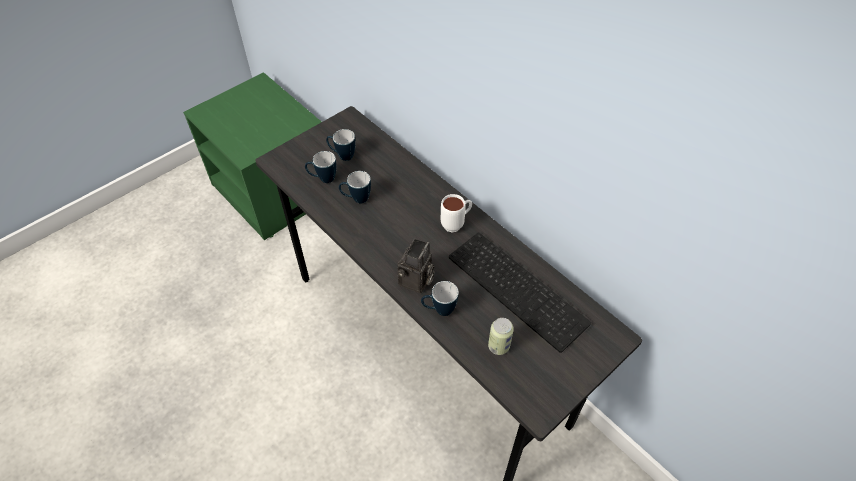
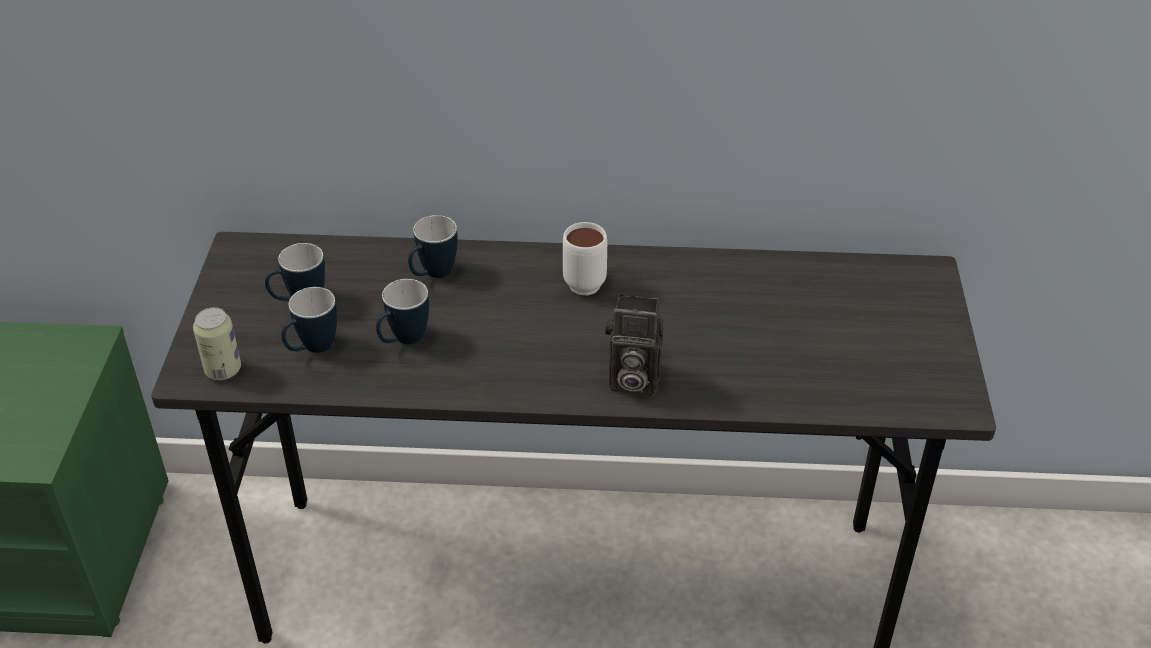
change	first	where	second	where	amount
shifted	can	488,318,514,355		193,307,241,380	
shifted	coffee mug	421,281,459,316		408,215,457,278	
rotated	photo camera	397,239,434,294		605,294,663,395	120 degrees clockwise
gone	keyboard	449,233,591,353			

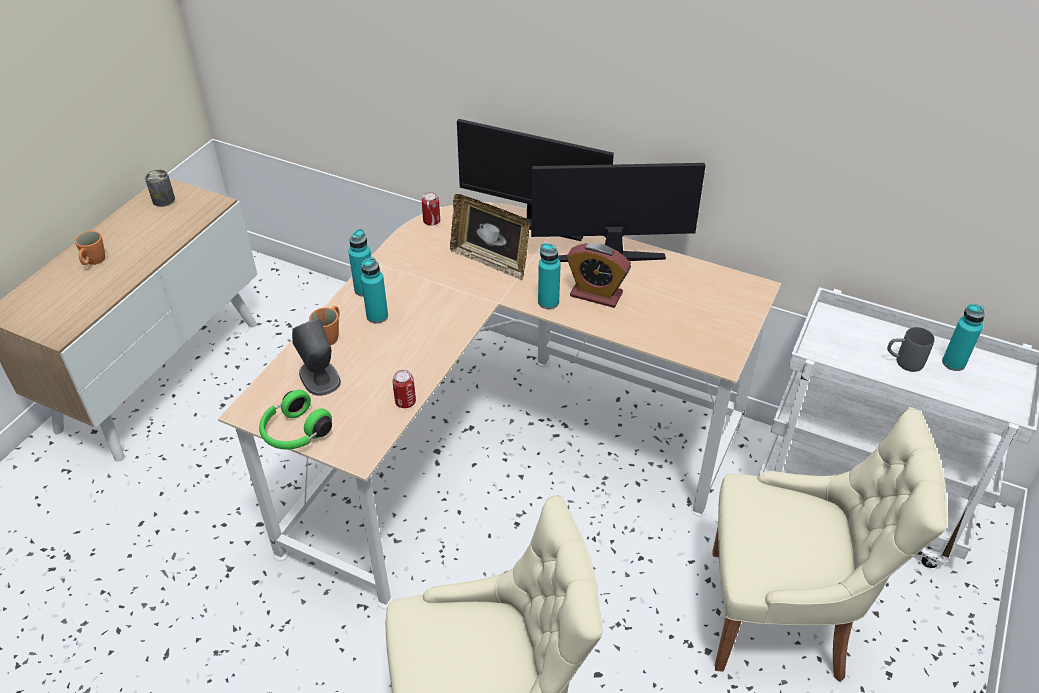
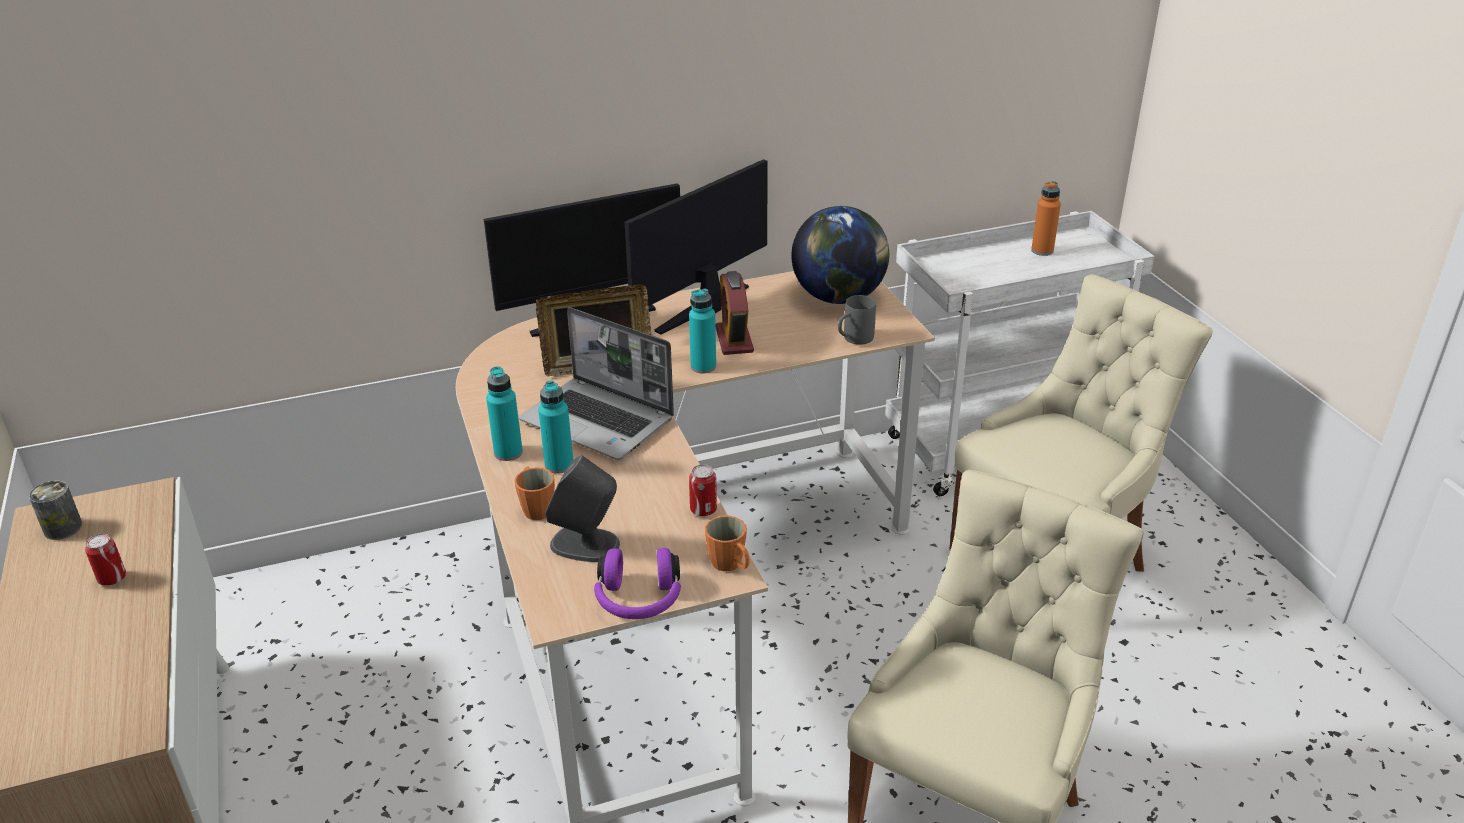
change	first	where	second	where	amount
shifted	can	422,192,440,226		85,534,126,586	
new			portable computer	519,307,674,460	
repainted	greenish pair of headphones	259,390,332,449	purplish pair of headphones	594,548,681,619	
shifted	orangey coffee mug	75,231,105,265		705,516,750,571	
rotated	table clock	567,243,631,308		715,271,754,355	105 degrees clockwise
new			desk globe	791,206,889,304	
shifted	greyish coffee mug	887,327,935,372		838,295,876,345	
repainted	turquoise beverage bottle	942,304,985,371	orangey beverage bottle	1031,181,1061,256	

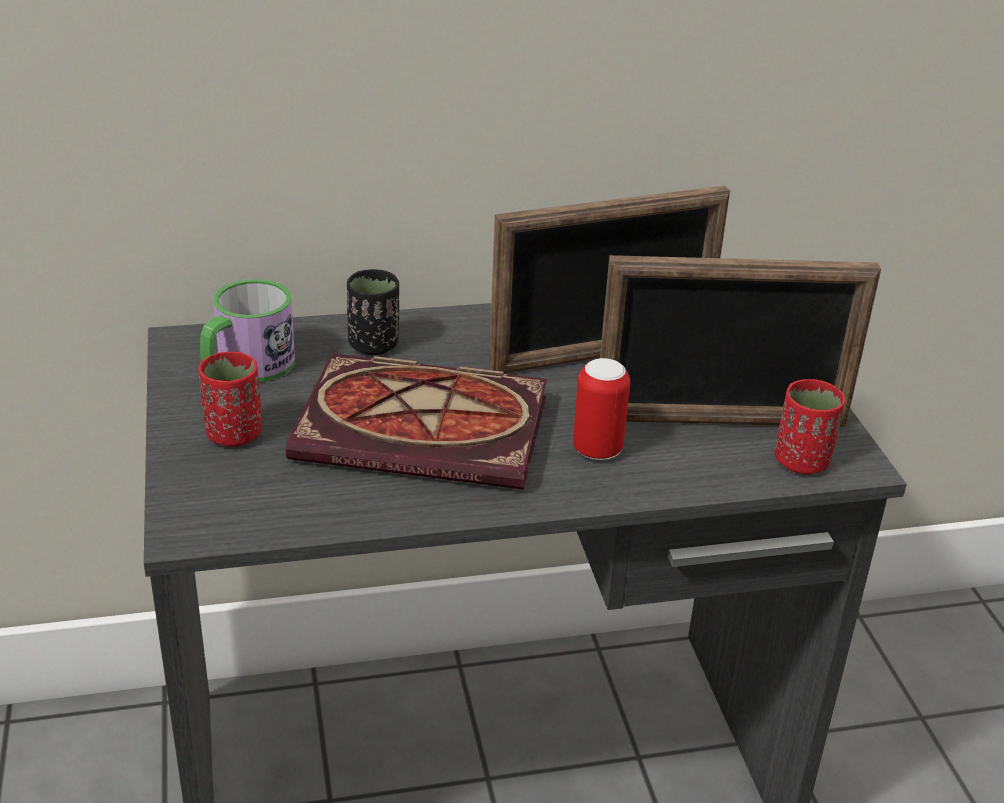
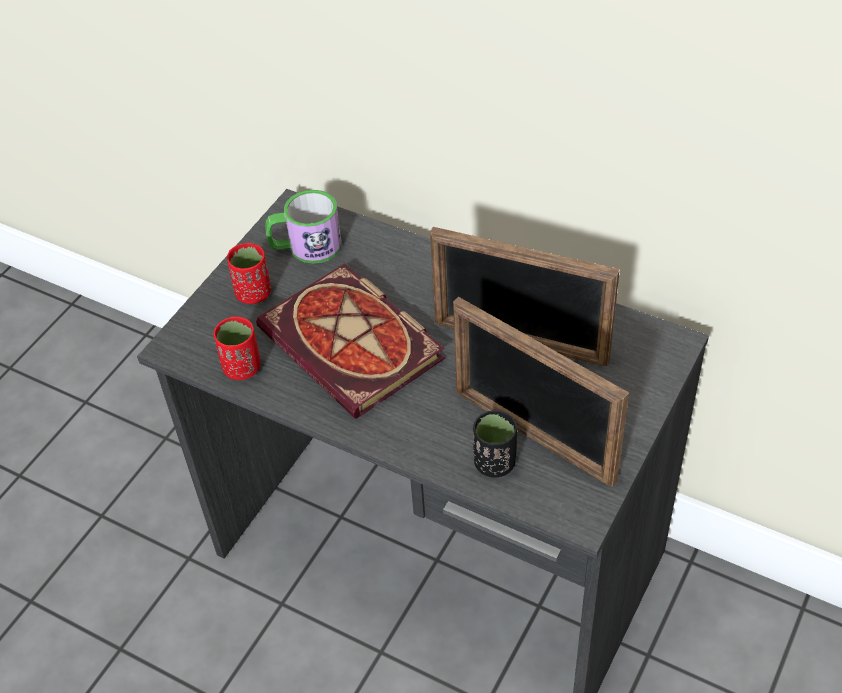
change	first	where	second	where	amount
shifted	red cup	774,378,845,474		213,316,261,380	
shifted	black cup	347,269,399,355		473,410,517,478	
gone	can	573,358,630,460			

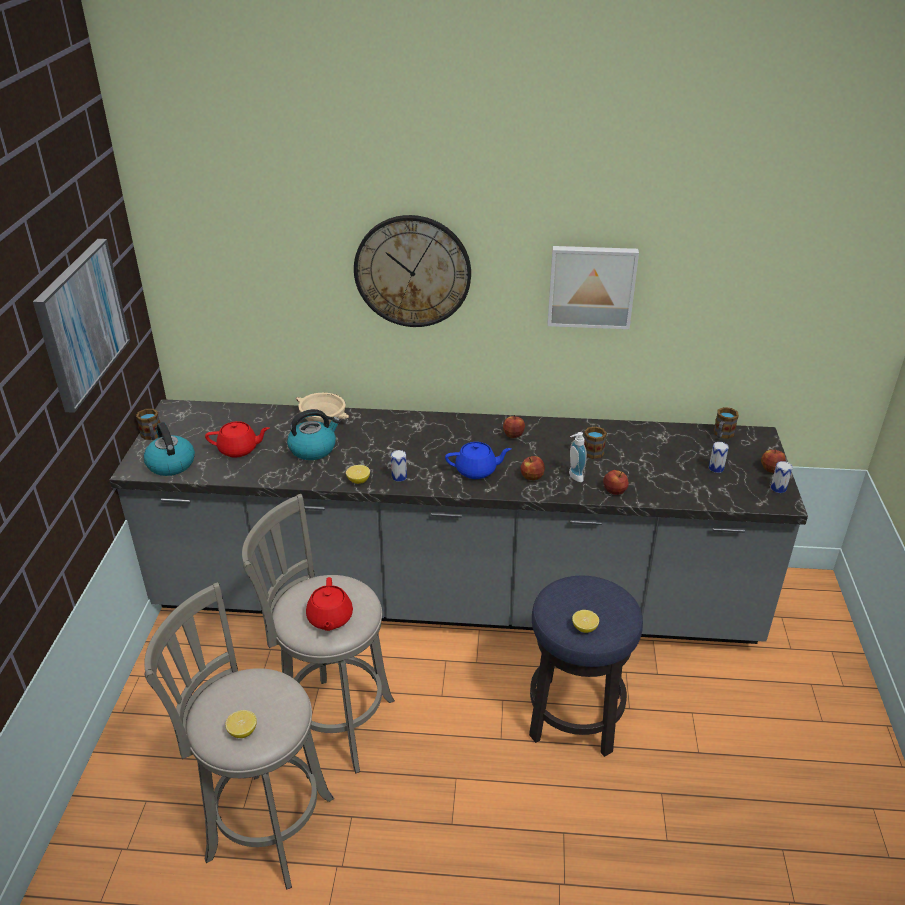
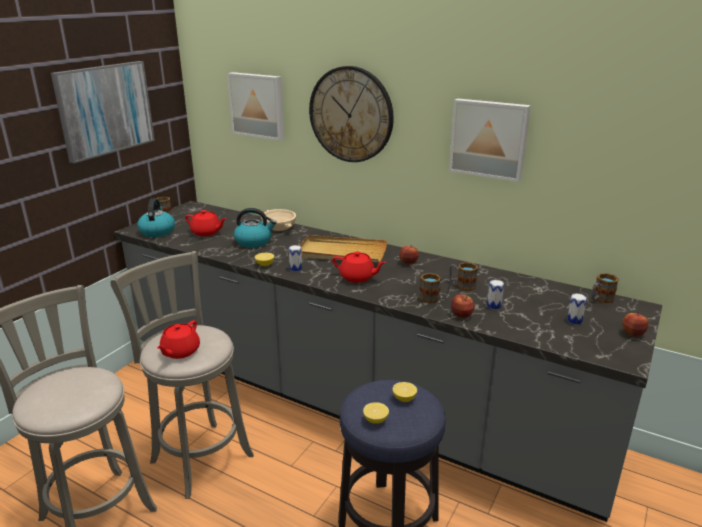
change	first	where	second	where	amount
new			wall art	227,72,284,140	
new			beige carrying tray	300,235,387,262	
repainted	blue-coloured tea pot	445,442,511,479	red tea pot	332,251,386,283	
shifted	citrus fruit	225,710,257,738		392,382,417,402	
swapped	liquid soap bottle	569,432,587,482	coffee mug	419,273,450,303	
shifted	can	771,461,793,493		487,280,504,310	
gone	whole apple	520,456,545,480			

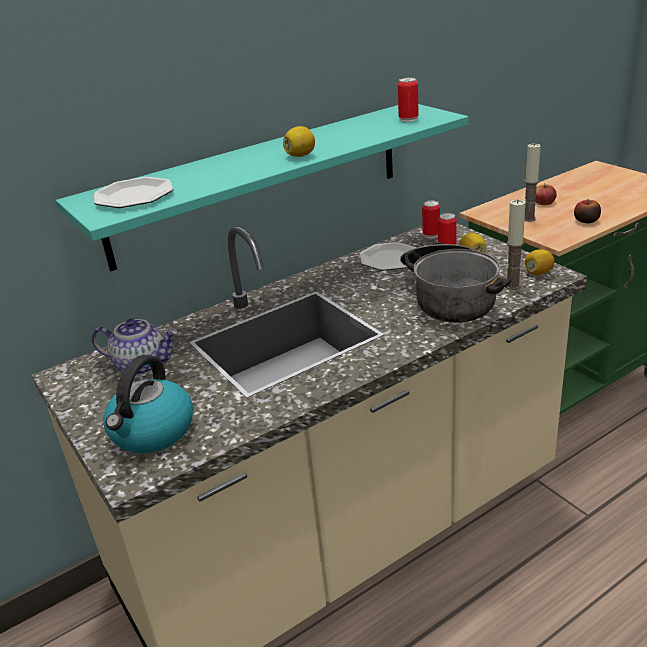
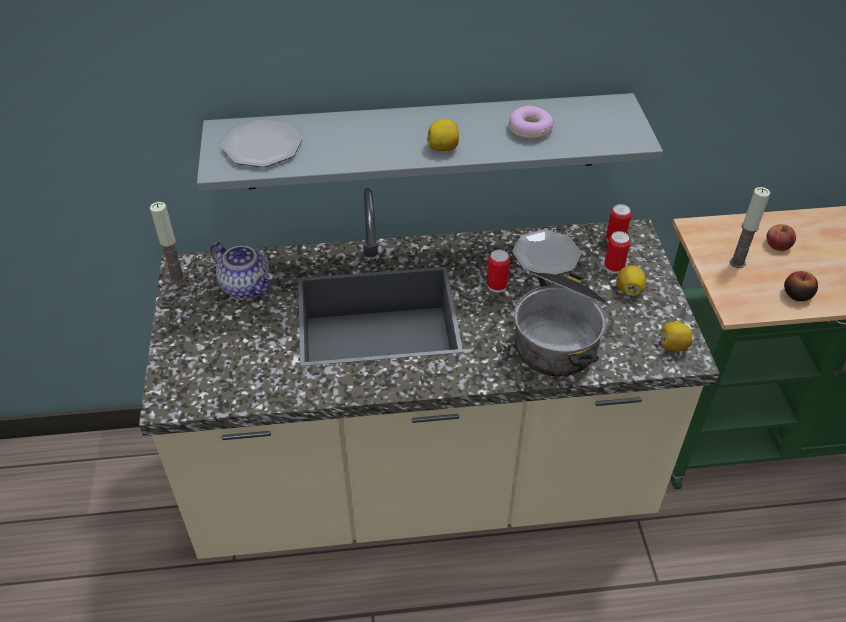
change	first	where	second	where	amount
shifted	wax light	506,199,526,290		150,202,186,284	
repainted	turquoise bracket shelf	56,104,469,271	greyish bracket shelf	197,93,663,191	
shifted	can	398,77,419,122		487,250,510,292	
new			doughnut	509,106,554,139	
gone	tea kettle	103,355,193,453			

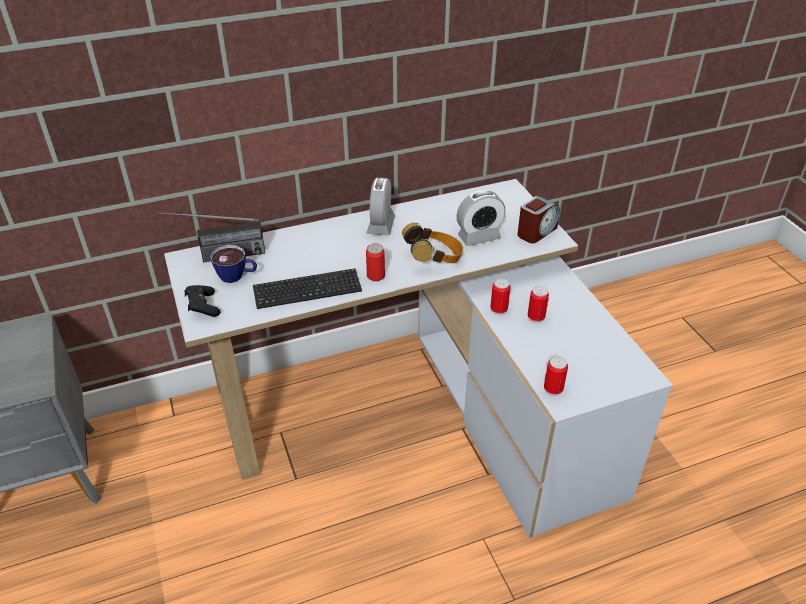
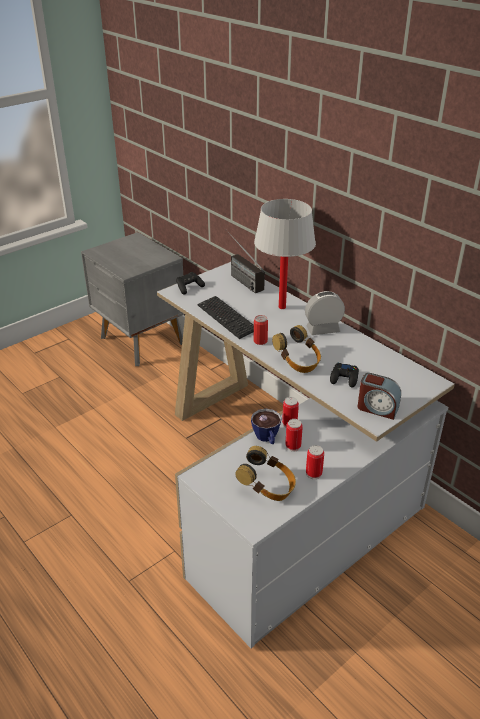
change	first	where	second	where	amount
new			pair of headphones	235,446,296,501	
shifted	cup	210,245,257,283		251,409,282,444	
new			whitish table lamp	254,199,316,309	
shifted	can	544,356,568,396		306,445,324,479	
swapped	table clock	456,190,505,246	black gamepad	330,363,359,388	

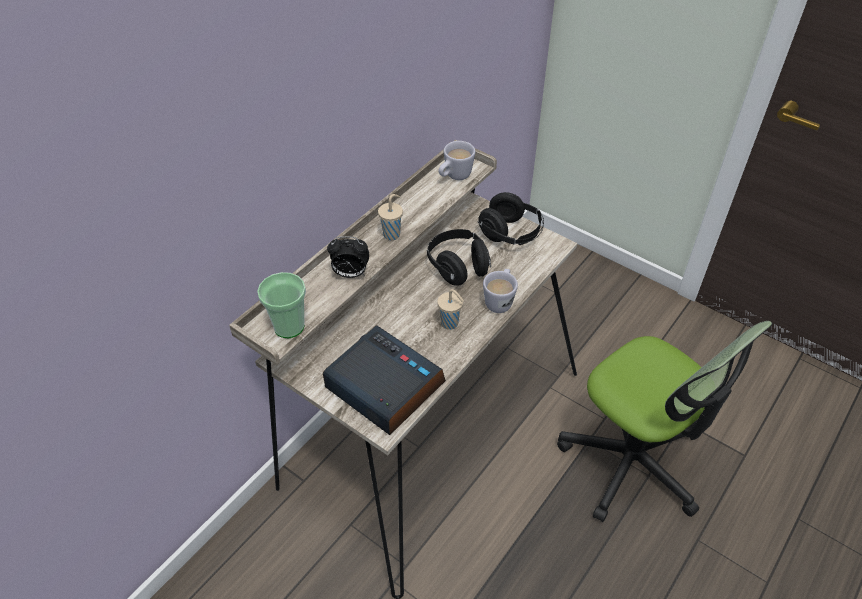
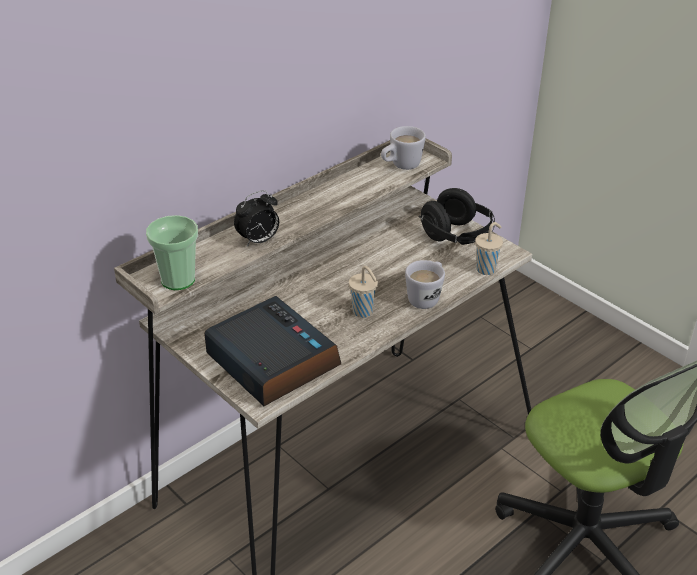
change	first	where	second	where	amount
rotated	table clock	327,236,369,278		234,190,279,246	45 degrees counterclockwise
shifted	beige cup	378,194,403,240		475,222,503,275	
gone	black pair of headphones	427,229,491,286			

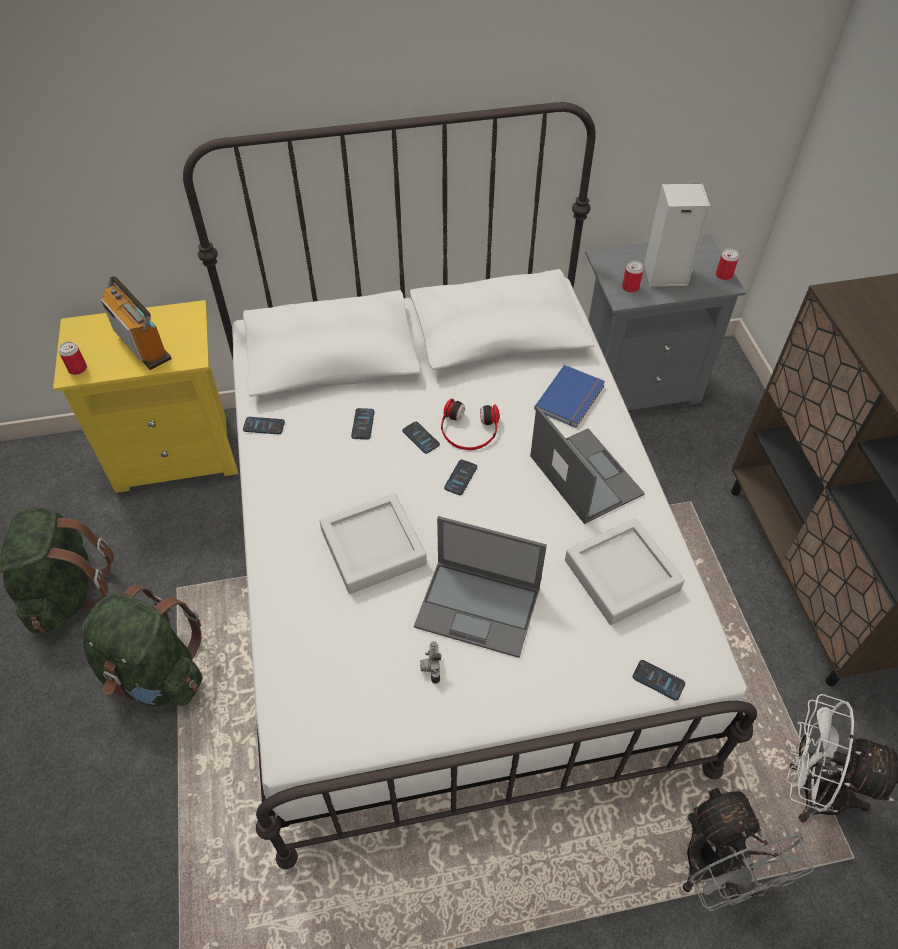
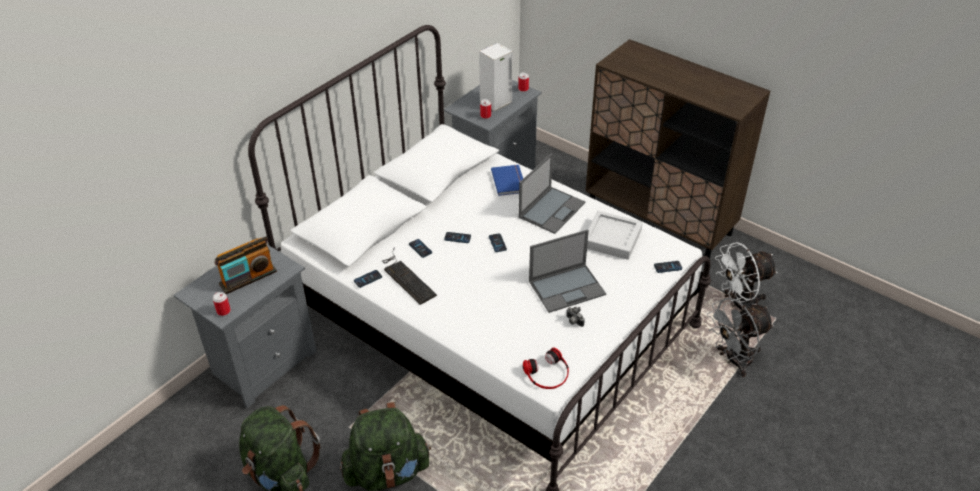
change	first	where	second	where	amount
repainted	yellow nightstand	53,300,238,493	greyish nightstand	174,238,316,408	
rotated	radio receiver	101,276,172,370		215,237,277,294	135 degrees clockwise
new			keyboard	382,247,437,305	
rotated	portable computer	530,406,645,524		519,153,586,234	105 degrees clockwise
shifted	pair of headphones	441,399,500,450		523,348,569,389	
rotated	greyish cooling fan	683,788,813,911		707,298,774,377	120 degrees clockwise
gone	greyish carrying tray	320,493,427,594			

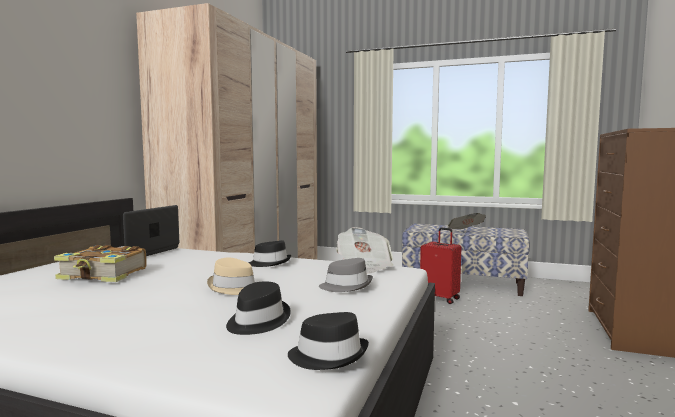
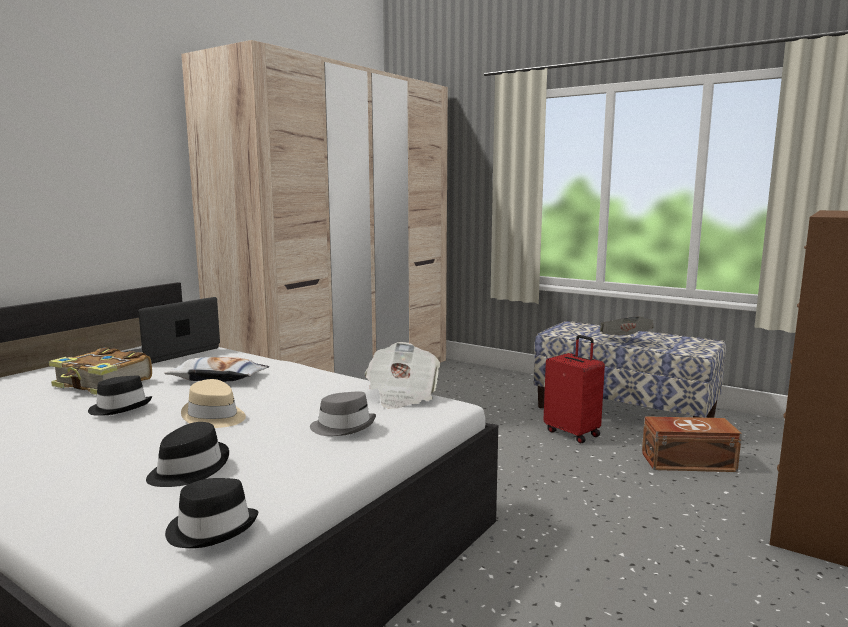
change	first	where	second	where	amount
shifted	black clothing hat	248,240,291,267		88,375,152,416	
new			throw pillow	164,357,269,382	
new			brown storage box	642,416,742,472	

